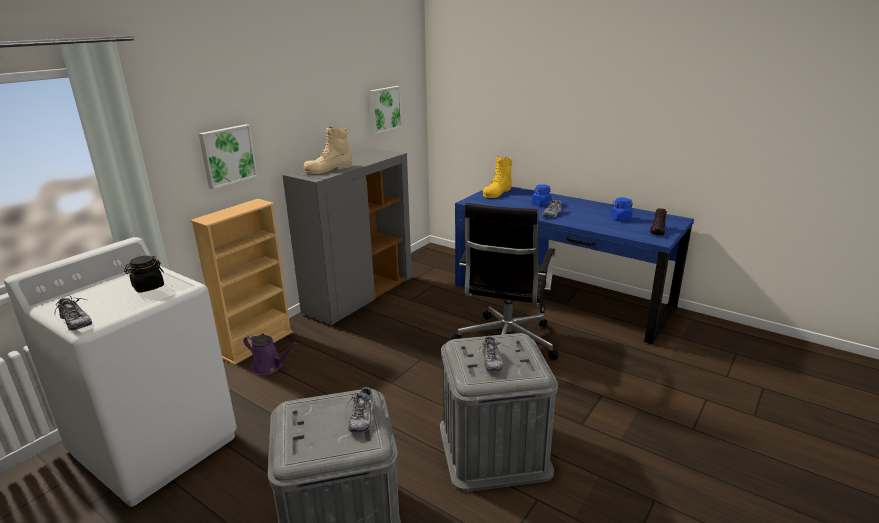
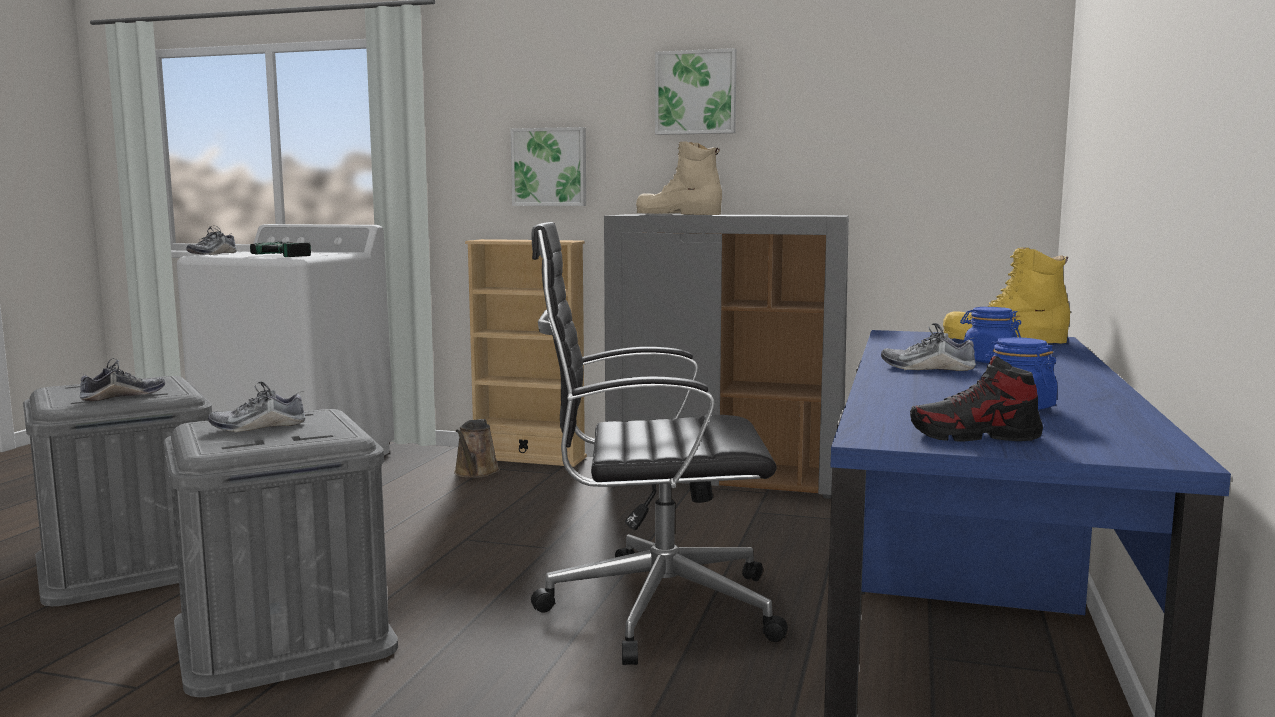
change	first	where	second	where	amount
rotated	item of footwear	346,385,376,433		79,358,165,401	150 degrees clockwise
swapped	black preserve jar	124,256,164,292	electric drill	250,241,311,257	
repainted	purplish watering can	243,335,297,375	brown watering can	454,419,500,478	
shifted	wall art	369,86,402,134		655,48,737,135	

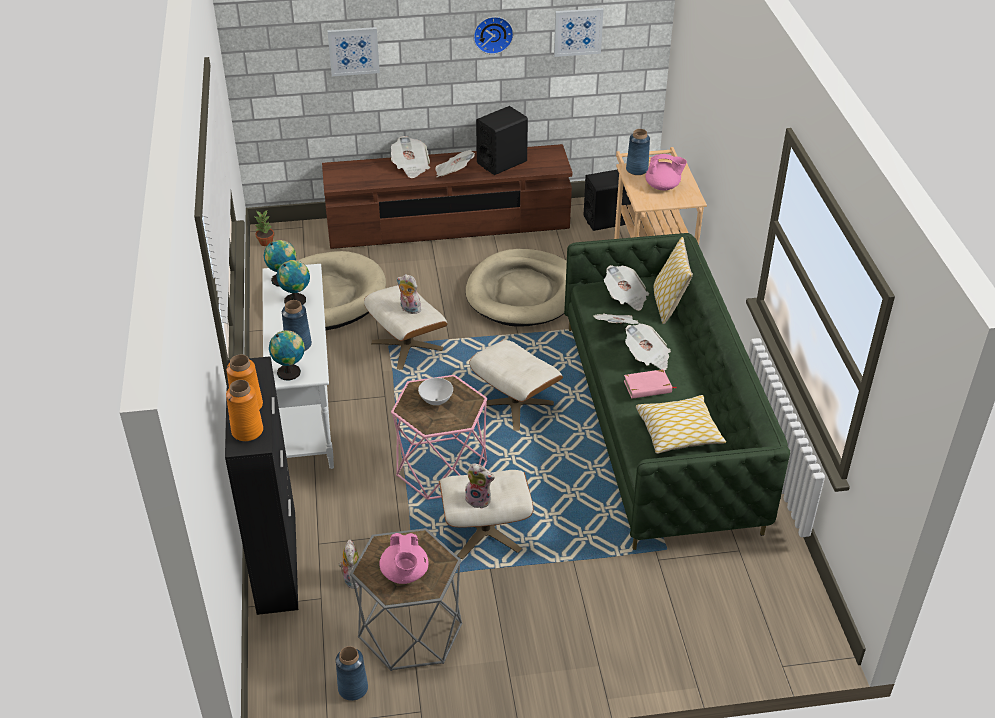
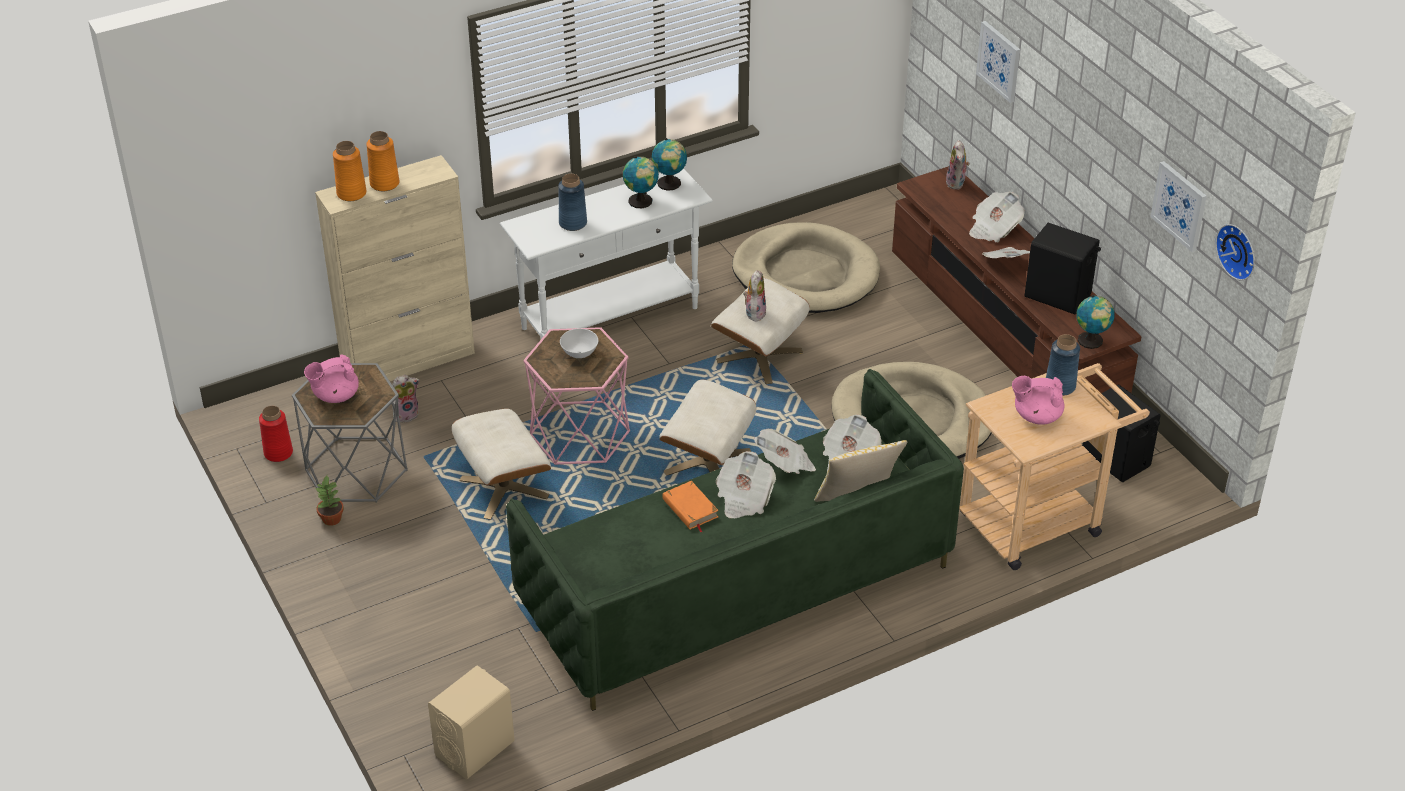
change	first	where	second	where	amount
repainted	blue-coloured decorative vase	336,646,368,701	red decorative vase	259,406,293,462	
repainted	black cabinet	225,356,298,615	beige cabinet	315,155,475,381	
shifted	houseplant	254,211,274,246		316,476,344,526	
new			beige audio speaker	428,666,515,779	
repainted	pink-coloured volume	624,369,676,399	orangey volume	662,481,719,533	
shifted	plush toy	465,463,495,509		946,140,970,190	
rotated	pink-coloured tea pot	645,154,687,190		1012,376,1065,425	105 degrees clockwise
shifted	desk globe	269,330,305,381		1076,295,1115,349	
shifted	clock on the wall	473,17,514,54		1215,224,1255,281	
gone	throw pillow	636,395,726,454			

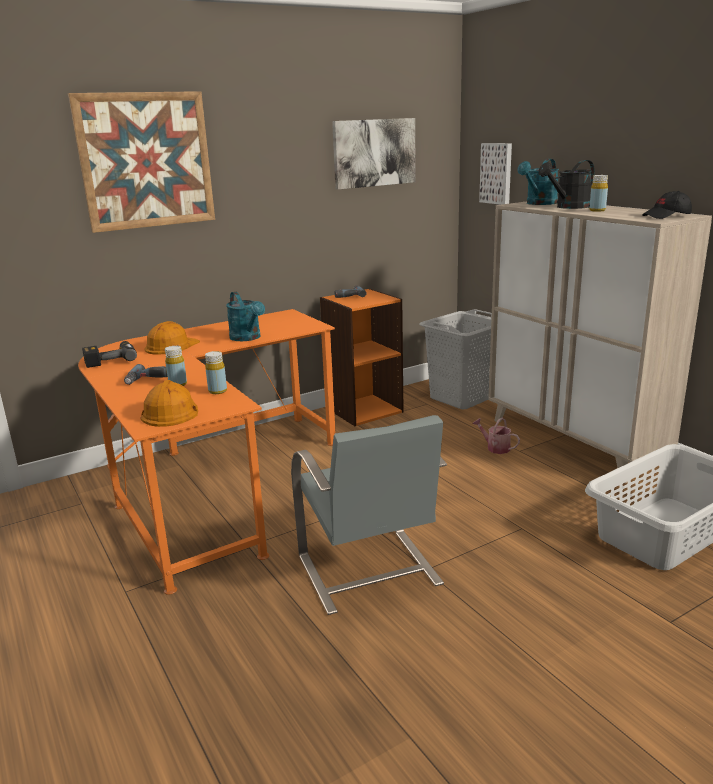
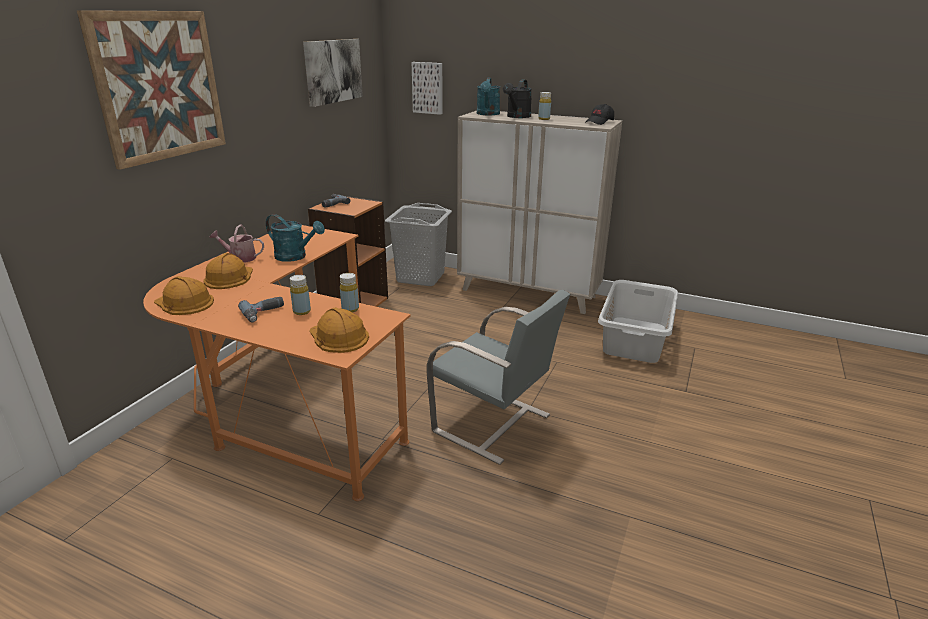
change	first	where	second	where	amount
swapped	electric drill	82,341,137,368	orangey safety helmet	154,276,214,315	
shifted	watering can	472,417,520,454		209,225,264,263	

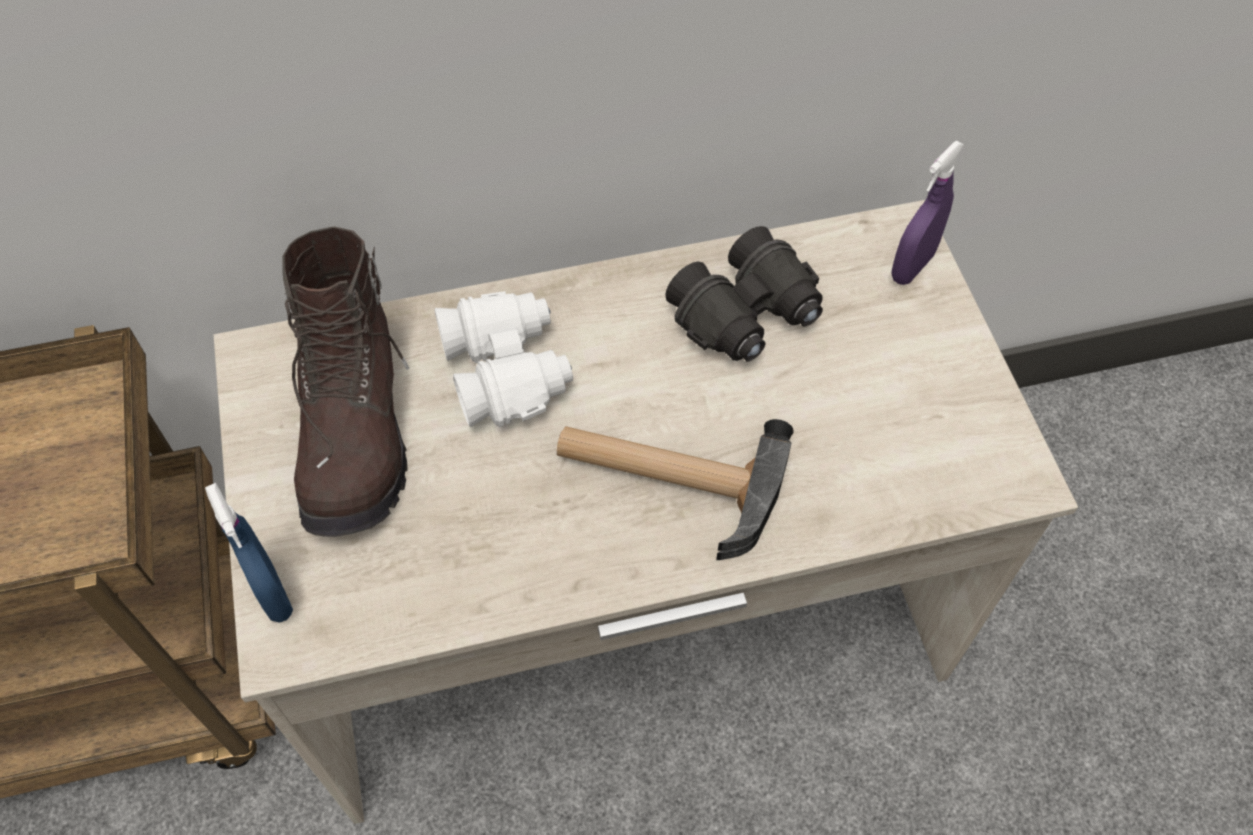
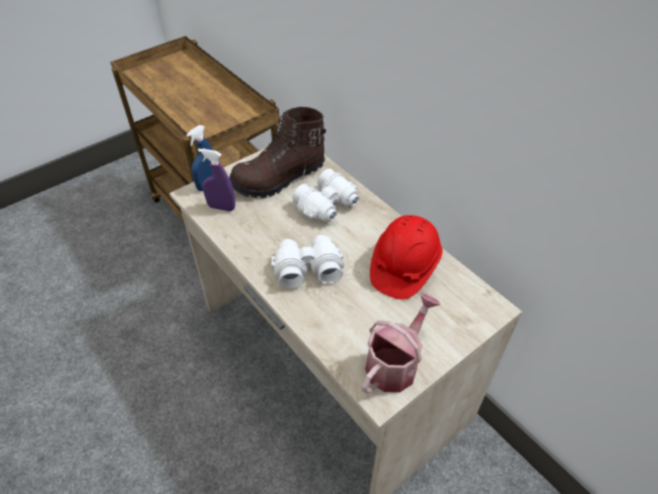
change	first	where	second	where	amount
shifted	purplish sprayer	892,141,964,285		198,149,235,211	
swapped	tool hammer	557,419,793,560	whitish field glasses	272,235,344,289	
new			watering can	362,293,441,393	
swapped	black field glasses	665,226,823,362	red safety helmet	370,215,443,299	

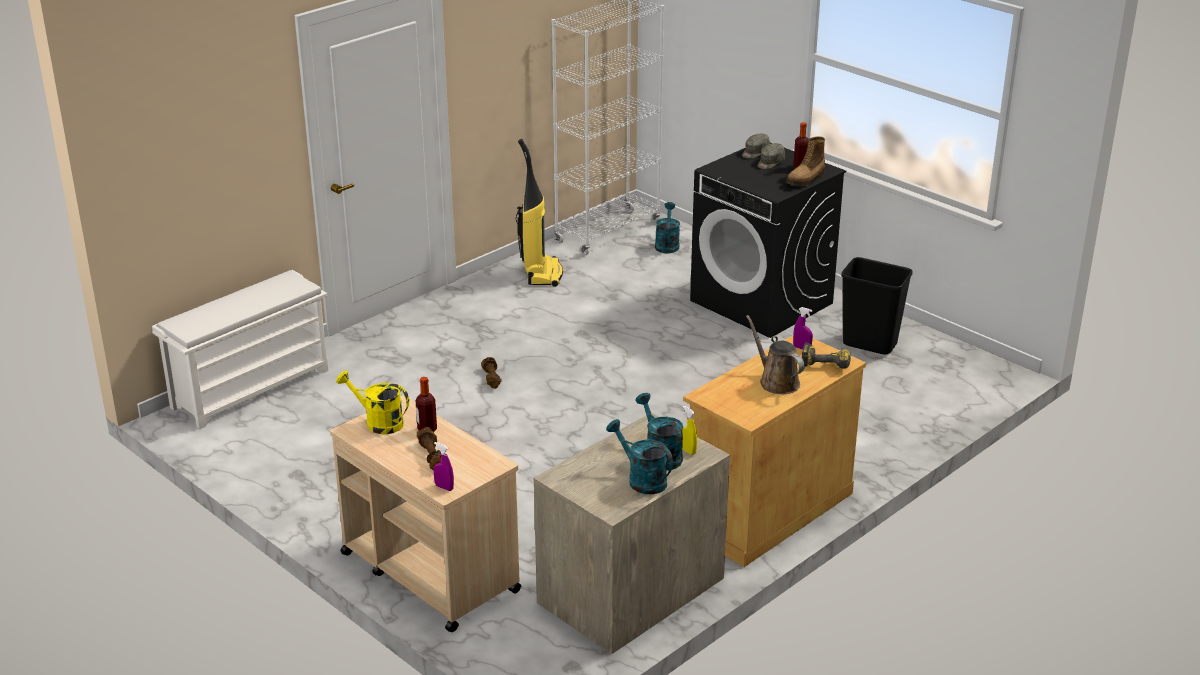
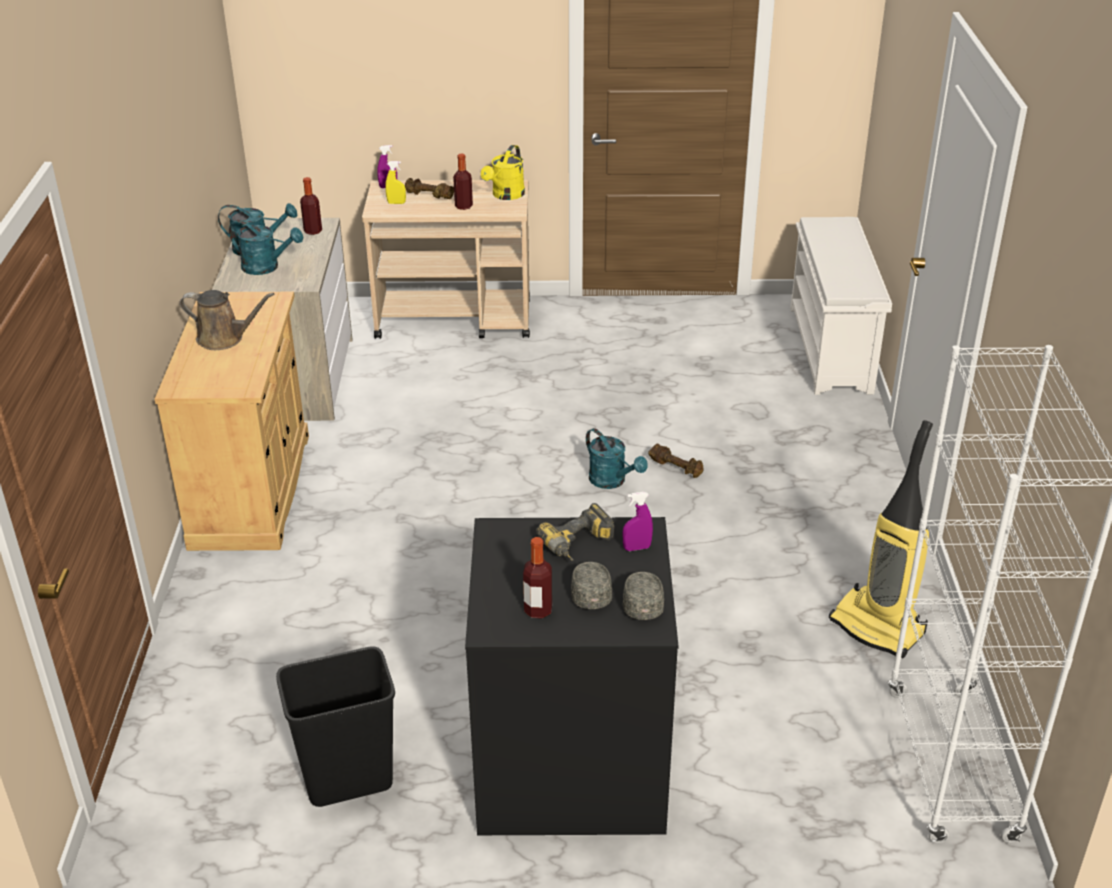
change	first	where	second	where	amount
new			beverage bottle	300,177,322,235	
shifted	yellow sprayer	682,406,697,455		385,161,406,204	
rotated	yellow watering can	336,371,409,434		481,145,525,200	135 degrees clockwise
shifted	electric drill	802,342,851,369		536,503,614,561	
shifted	turquoise watering can	655,202,680,253		586,428,648,489	
shifted	purplish sprayer	793,307,813,349		622,492,653,551	
gone	boot	786,136,825,186			

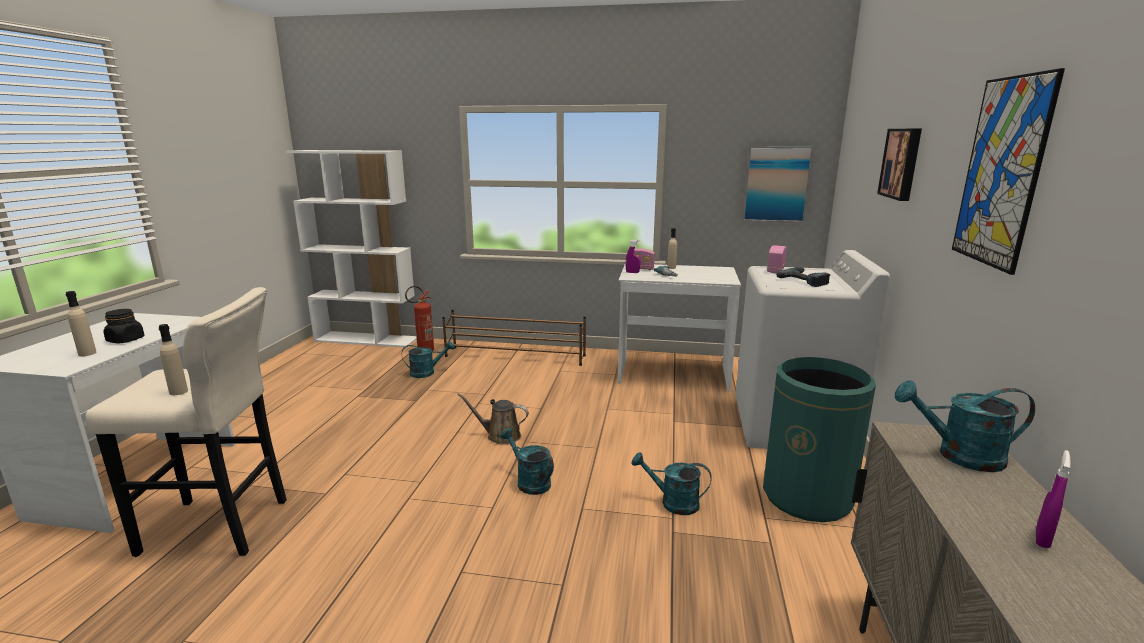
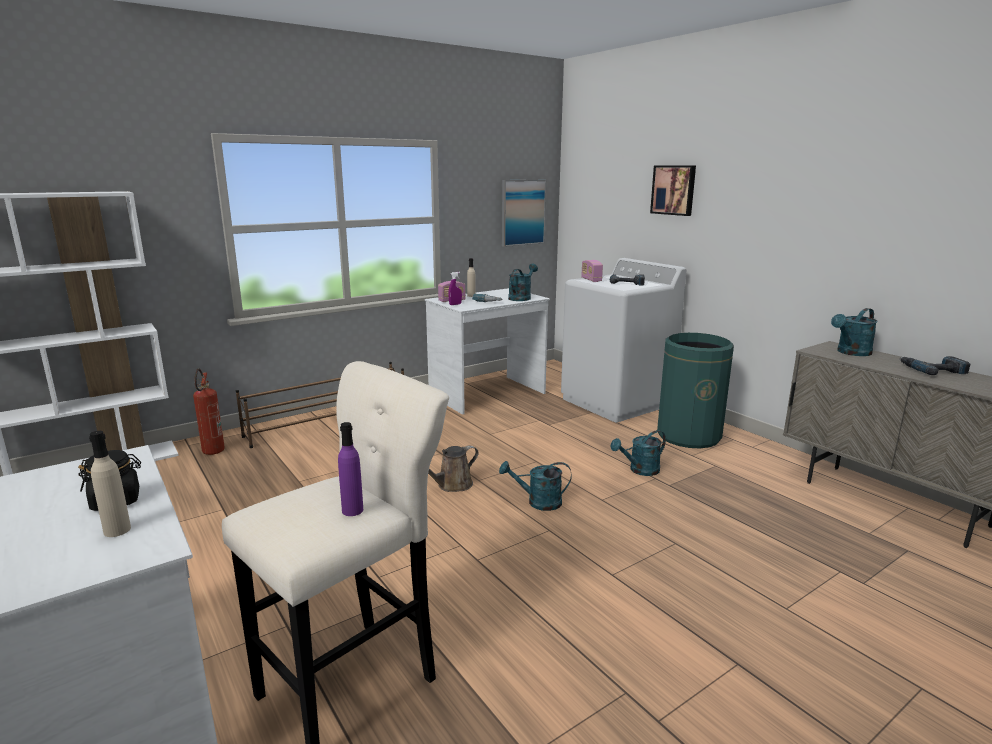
change	first	where	second	where	amount
repainted	beige beverage bottle	159,324,188,395	purplish beverage bottle	338,422,363,516	
shifted	turquoise watering can	402,341,455,378		508,264,538,301	
swapped	purplish sprayer	1036,450,1071,548	electric drill	900,356,970,375	
gone	wall art	952,68,1065,275			

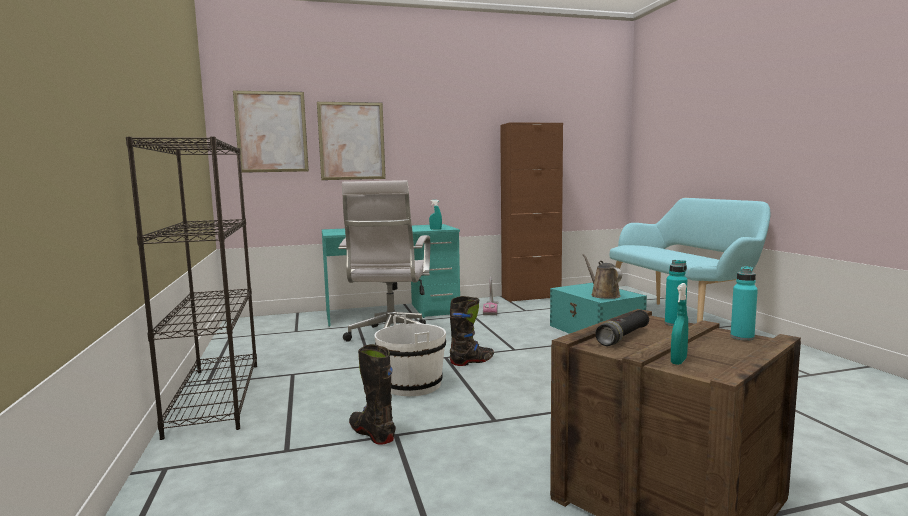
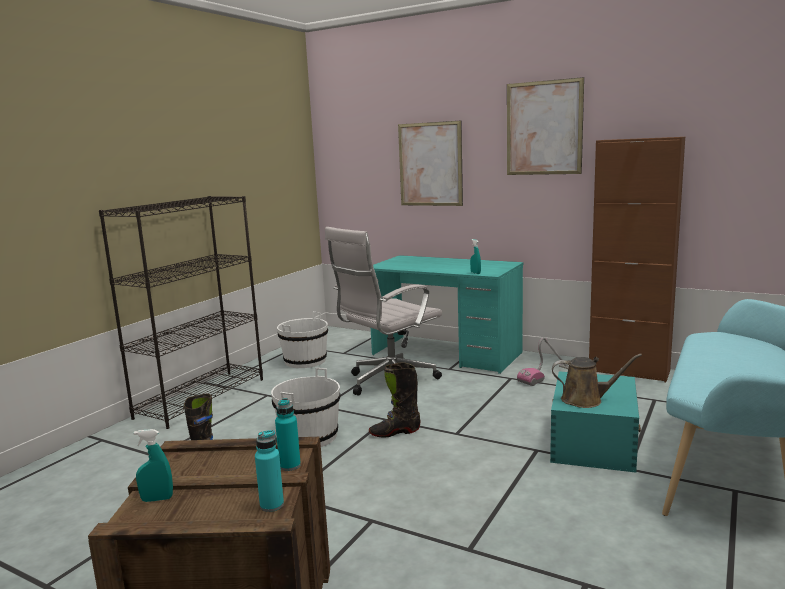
change	first	where	second	where	amount
new			whitish pail	277,312,328,368	
rotated	black boot	450,296,494,366		369,362,421,437	150 degrees clockwise
shifted	wall art	233,91,309,173		507,77,584,175	
rotated	brown watering can	583,254,622,299		552,354,642,408	75 degrees clockwise
gone	black flashlight	595,310,649,346			

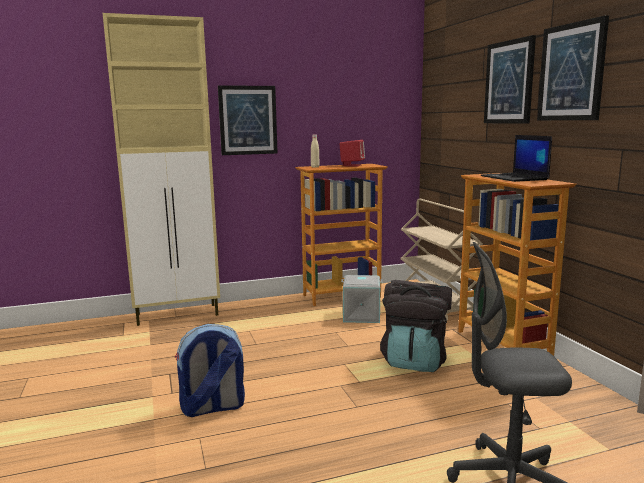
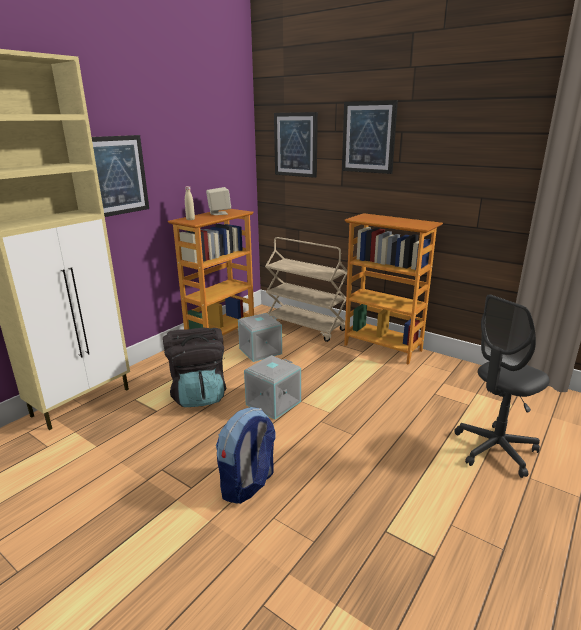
change	first	where	second	where	amount
shifted	black knapsack	380,280,452,372		163,328,226,407	
repainted	red audio speaker	340,140,365,167	beige audio speaker	206,187,231,215	
new			greyish storage box	244,355,301,420	
shifted	wall art	537,15,609,120		274,112,318,178	
gone	portable computer	480,135,552,182			

